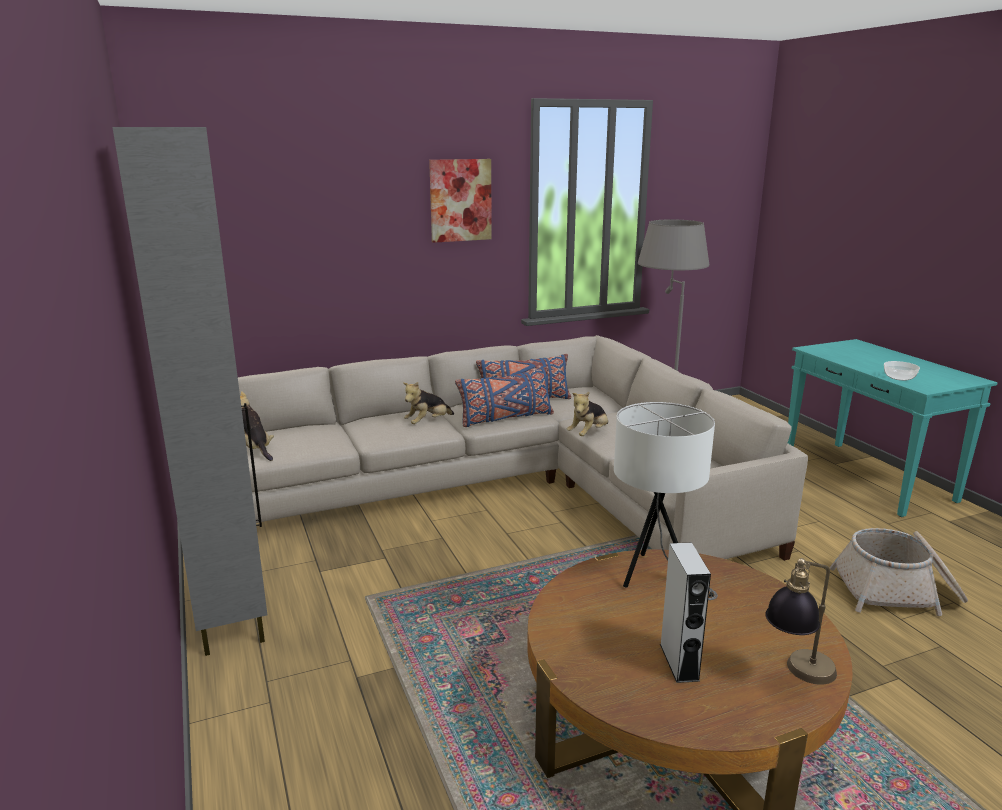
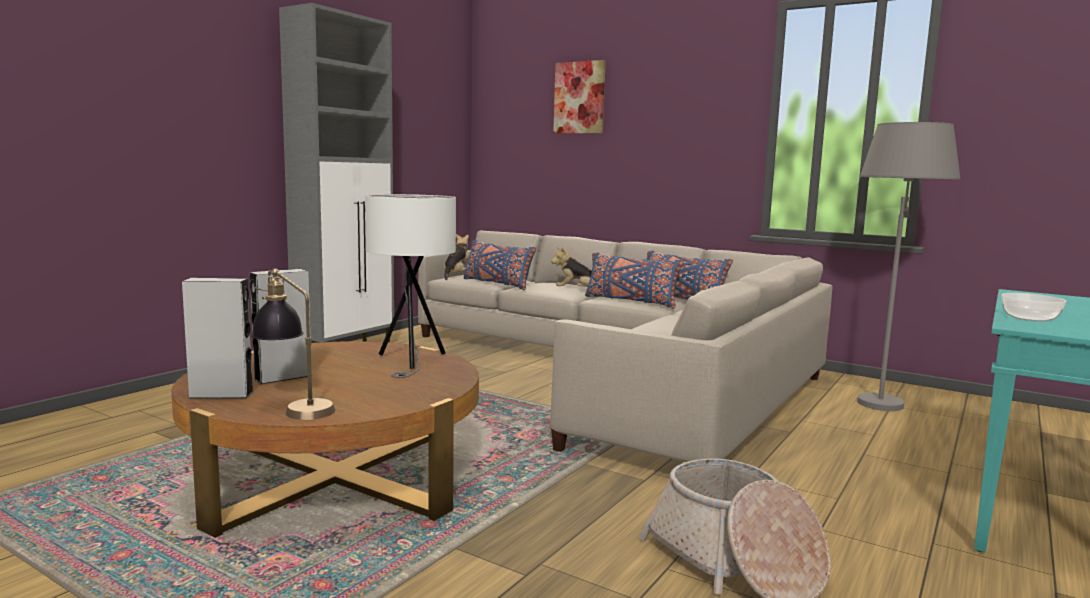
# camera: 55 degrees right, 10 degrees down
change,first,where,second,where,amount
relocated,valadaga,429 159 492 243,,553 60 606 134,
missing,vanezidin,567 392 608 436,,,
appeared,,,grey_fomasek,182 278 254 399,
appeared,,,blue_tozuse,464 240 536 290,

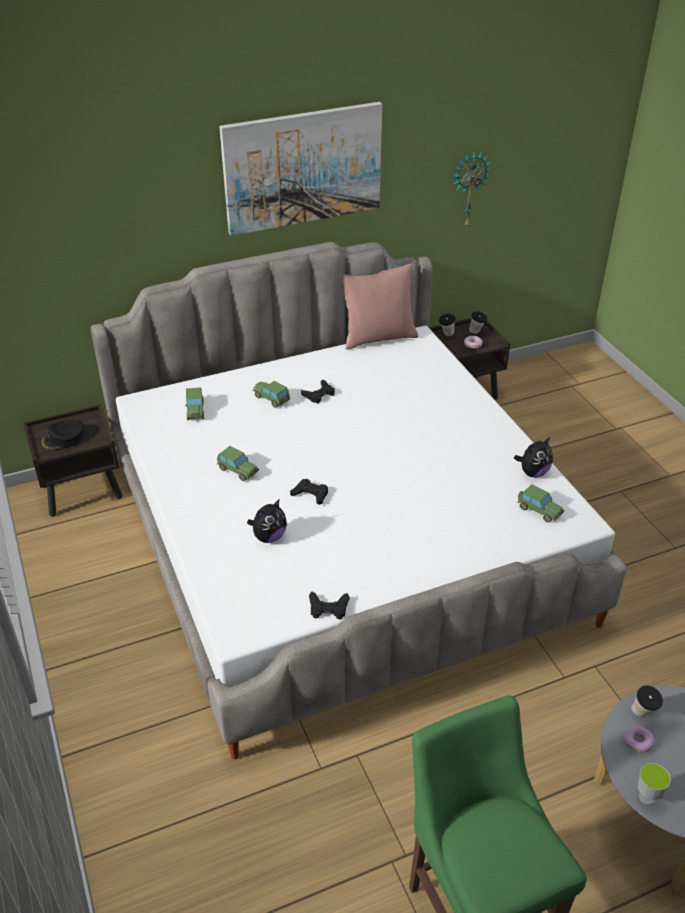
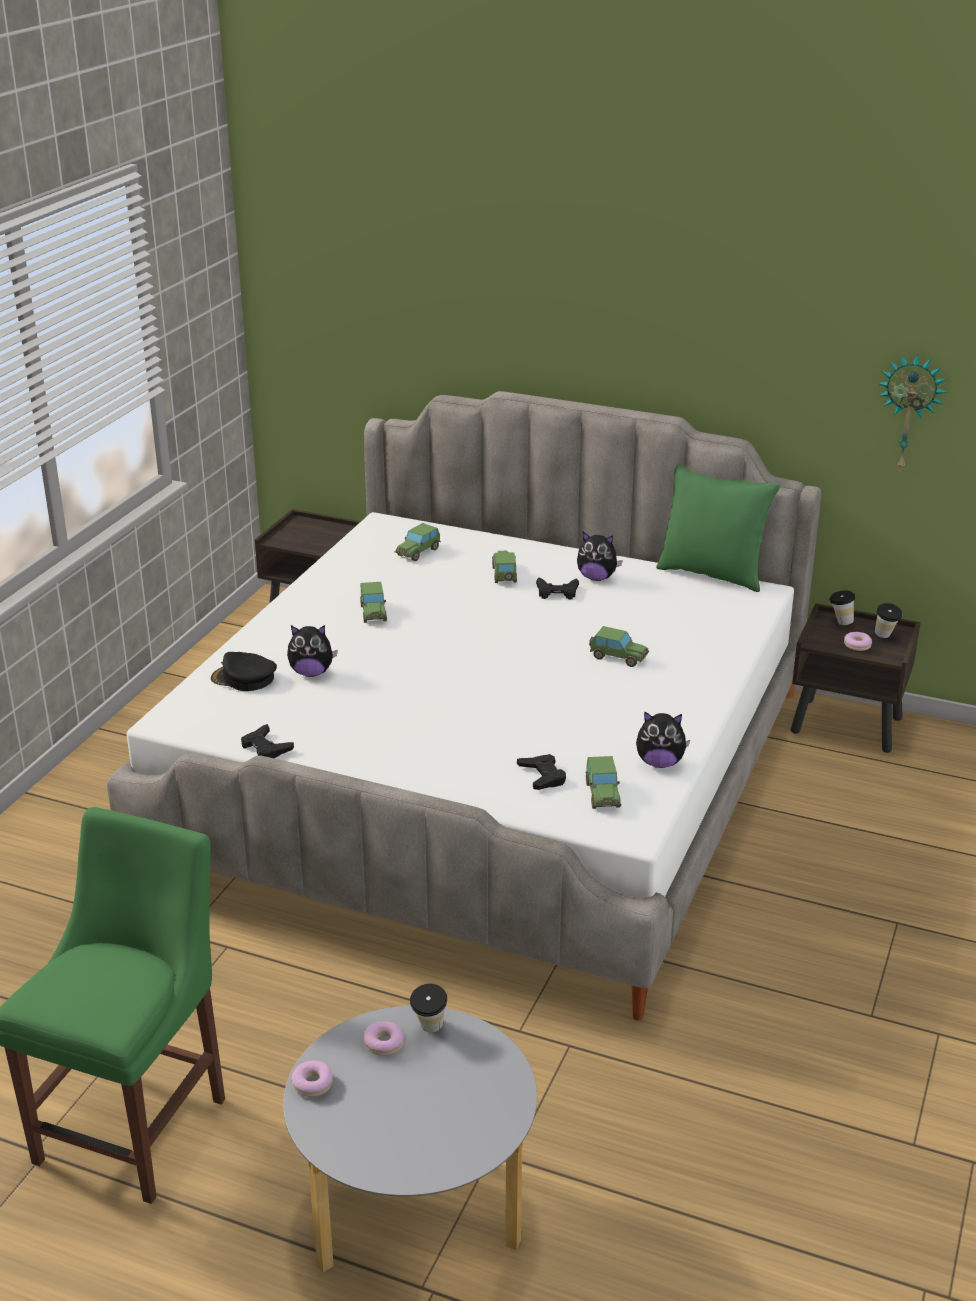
# camera: 45 degrees right, 10 degrees down
change,first,where,second,where,amount
relocated,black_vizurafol,40 420 85 450,,211 652 277 691,
missing,valadaga,219 102 382 236,,,
relocated,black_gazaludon,290 479 328 505,,517 754 566 790,
colour,pink_tozuse,342 263 419 350,green_tozuse,656 464 780 592,
exchanged,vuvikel,638 763 671 805,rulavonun,291 1061 332 1097,
appeared,,,vanezidin,577 532 623 581,
appeared,,,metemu,589 626 649 667,

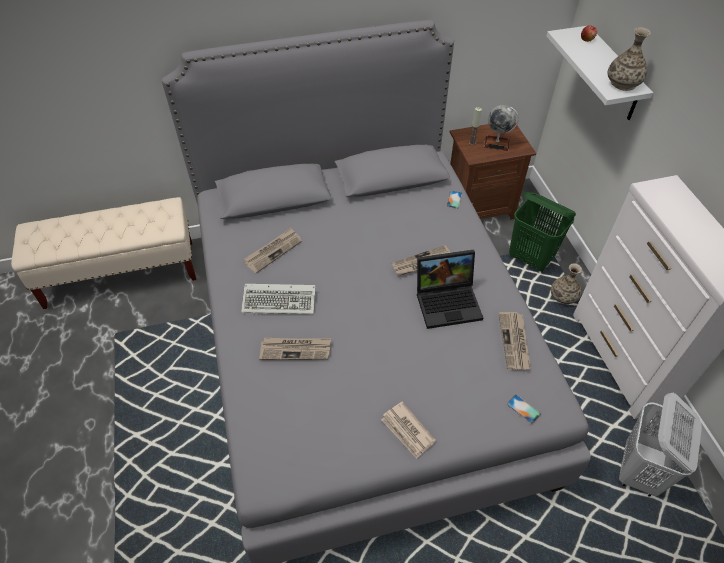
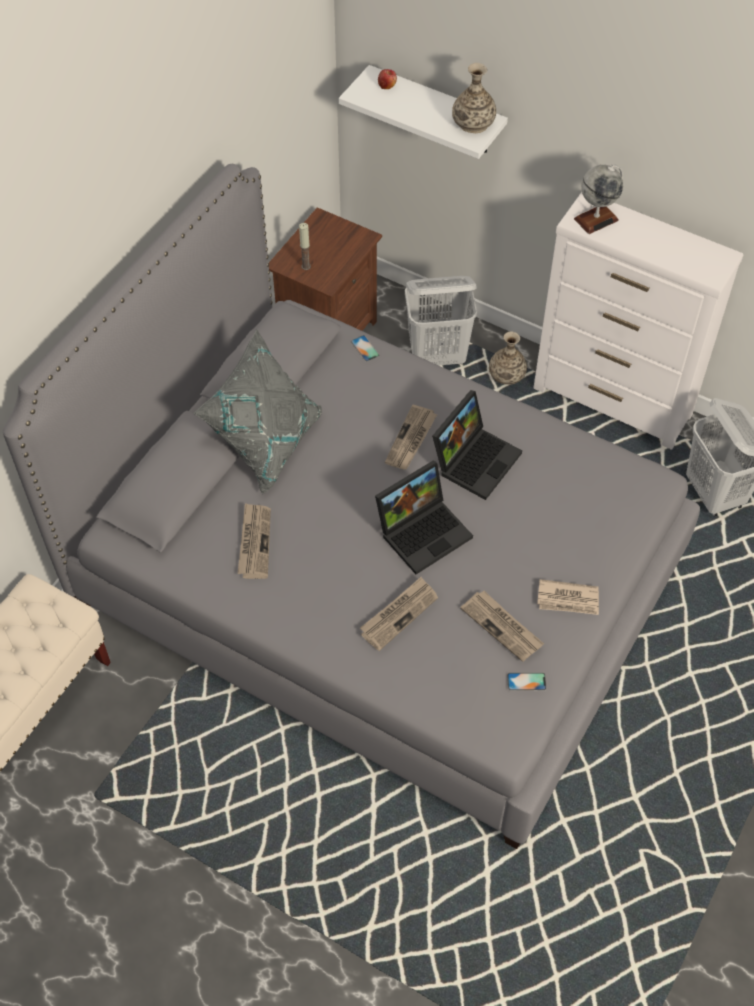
# camera: 45 degrees left, 5 degrees up
change,first,where,second,where,amount
missing,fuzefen,241 284 316 314,,,
relocated,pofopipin,484 105 519 151,,574 164 623 234,
relocated,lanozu,498 312 531 370,,460 591 544 662,
relocated,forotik,507 395 541 424,,507 673 546 691,
colour,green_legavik,509 192 576 272,white_legavik,405 276 477 365,
appeared,,,grey_tozuse,193 330 322 495,
appeared,,,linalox,375 460 473 574,

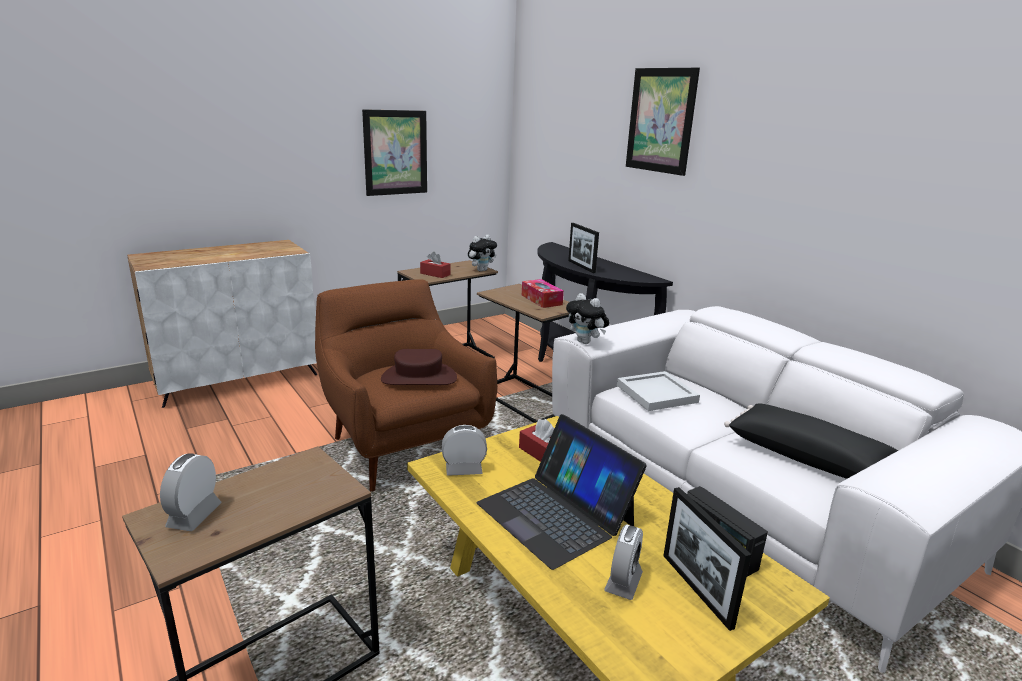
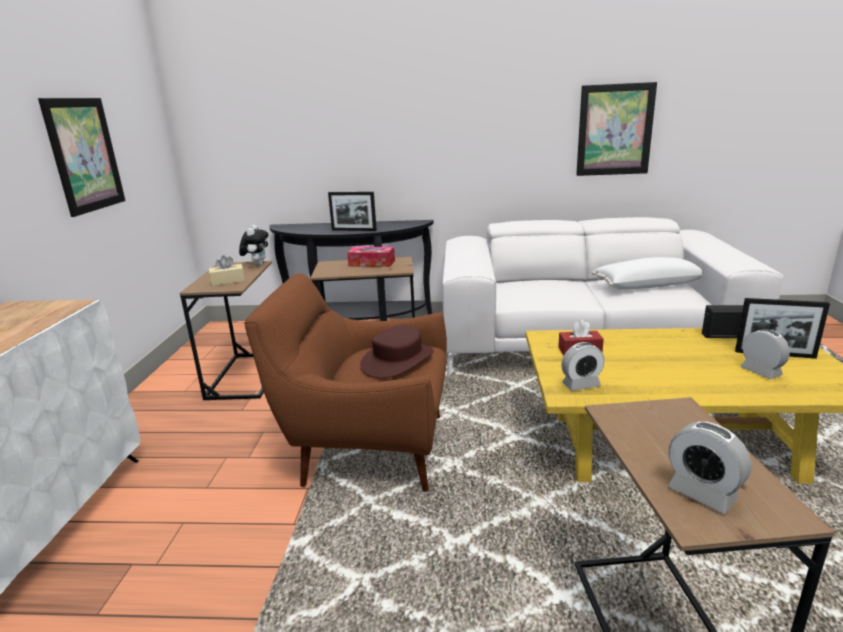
# camera: 50 degrees left, 0 degrees up
change,first,where,second,where,amount
colour,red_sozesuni,420 252 451 278,beige_sozesuni,209 255 245 286,
spun,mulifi,442 425 487 476,,562 342 604 391,135 degrees counterclockwise
missing,linalox,477 414 647 570,,,
missing,vanezidin,566 293 609 344,,,
missing,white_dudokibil,617 371 700 411,,,
relocated,valadaga,626 68 700 176,,576 82 657 176,
colour,black_tozuse,724 403 898 479,white_tozuse,592 257 702 290,

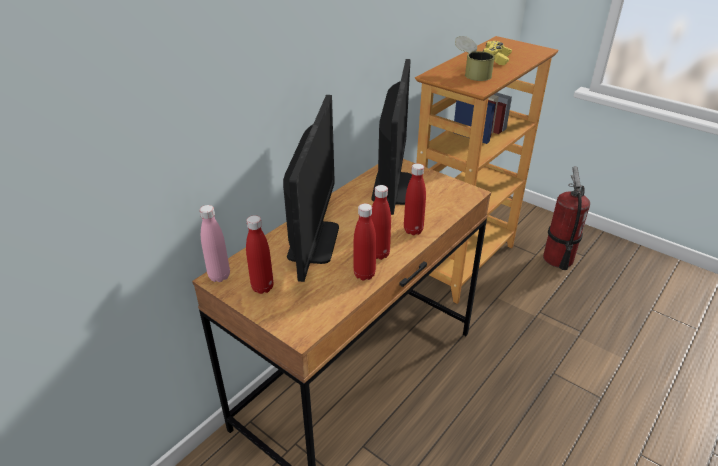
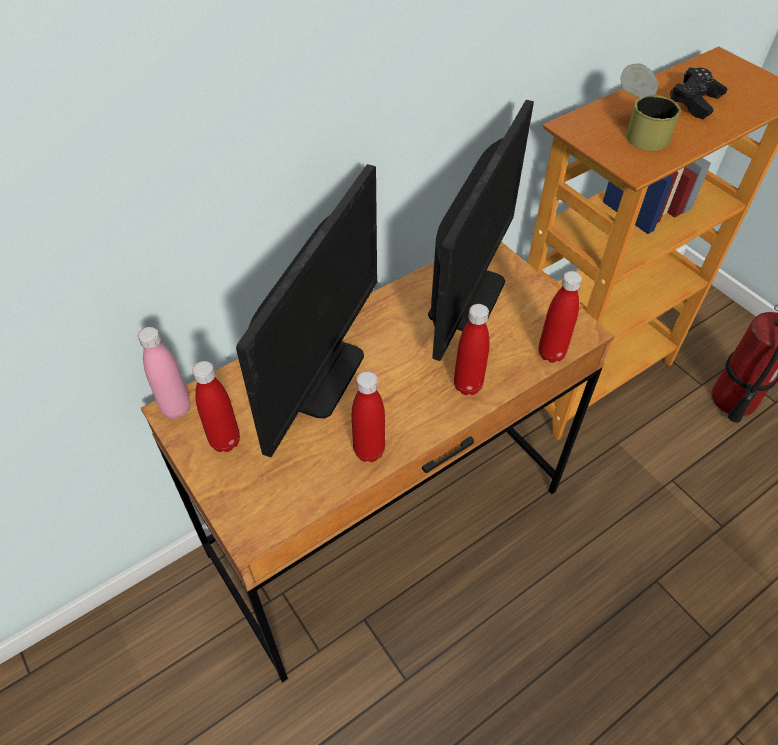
# camera: 15 degrees right, 15 degrees up
change,first,where,second,where,amount
relocated,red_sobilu,371 185 391 260,,539 271 582 363,
colour,yellow_gazaludon,483 41 512 65,black_gazaludon,670 68 728 120,

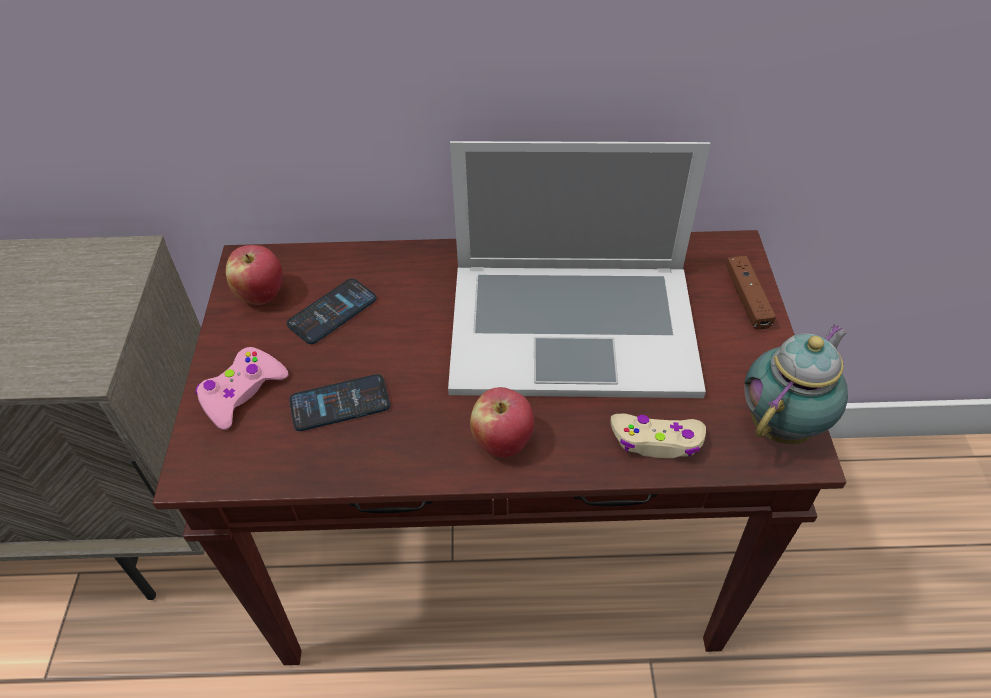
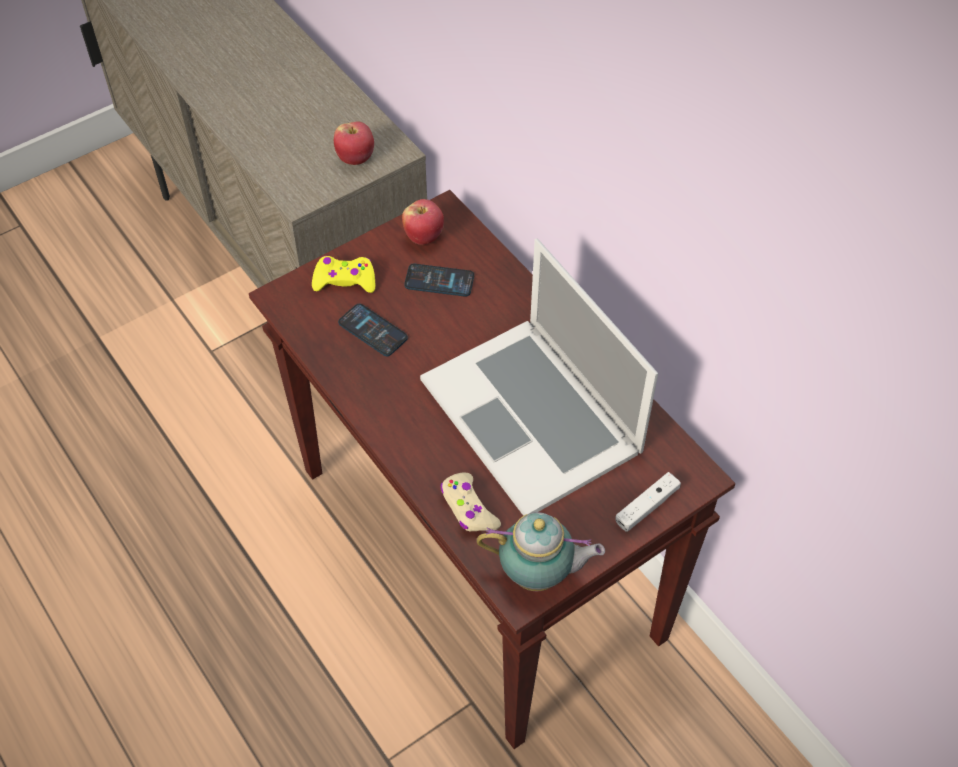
# camera: 55 degrees right, 5 degrees up
change,first,where,second,where,amount
colour,pink_gazaludon,196 347 288 430,yellow_gazaludon,312 256 375 293,
relocated,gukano,470 387 534 457,,334 122 374 165,
colour,brown_gazaludon,726 256 776 330,white_gazaludon,615 472 681 532,

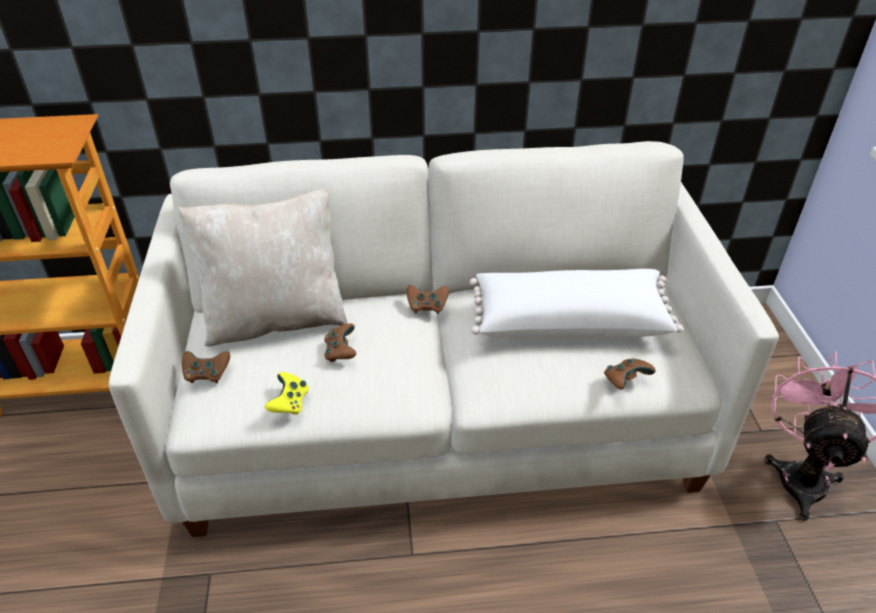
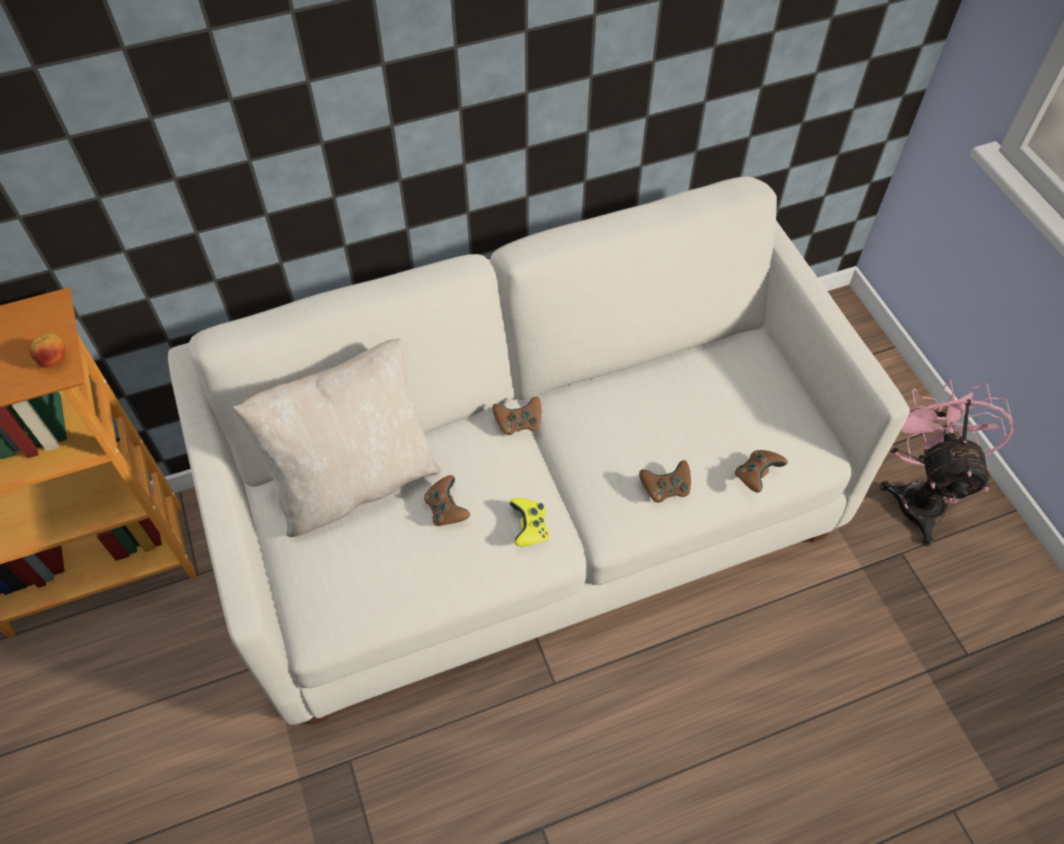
# camera: 15 degrees left, 15 degrees up
change,first,where,second,where,amount
relocated,brown_gazaludon,182 351 230 383,,639 460 691 503,
relocated,yellow_gazaludon,265 372 309 415,,509 498 550 546,
missing,white_tozuse,470 269 683 338,,,
appeared,,,gukano,29 333 66 367,

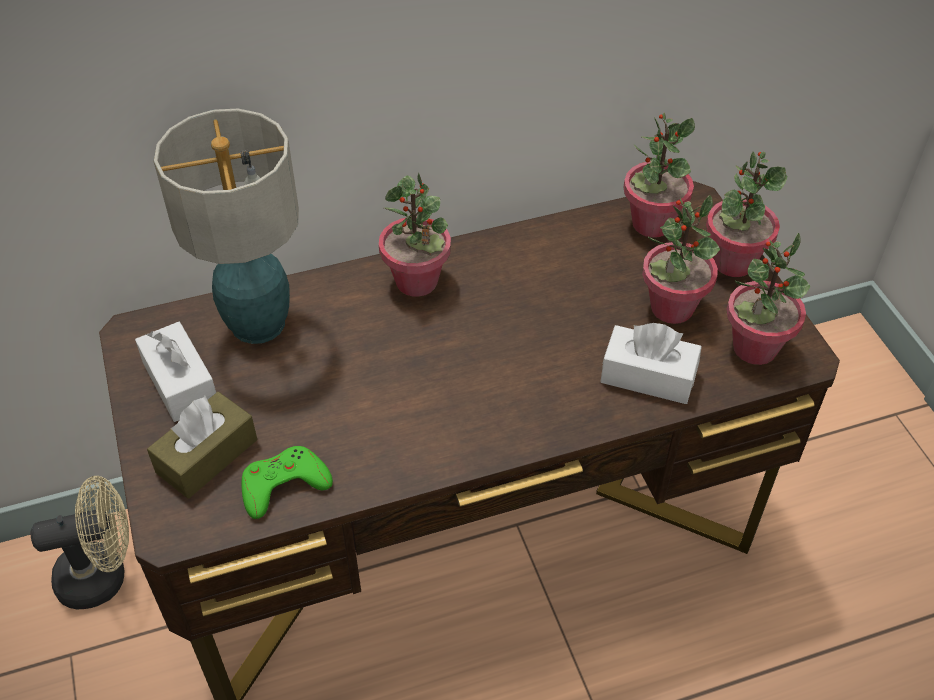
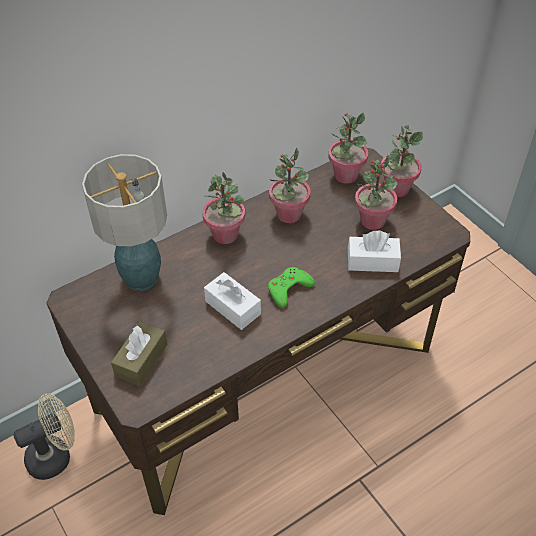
# camera: 15 degrees left, 0 degrees up
change,first,where,second,where,amount
relocated,white_sozesuni,135 322 216 422,,204 272 261 330,
relocated,green_gazaludon,241 446 333 519,,268 267 315 308,
relocated,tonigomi,726 233 810 365,,269 148 311 223,

